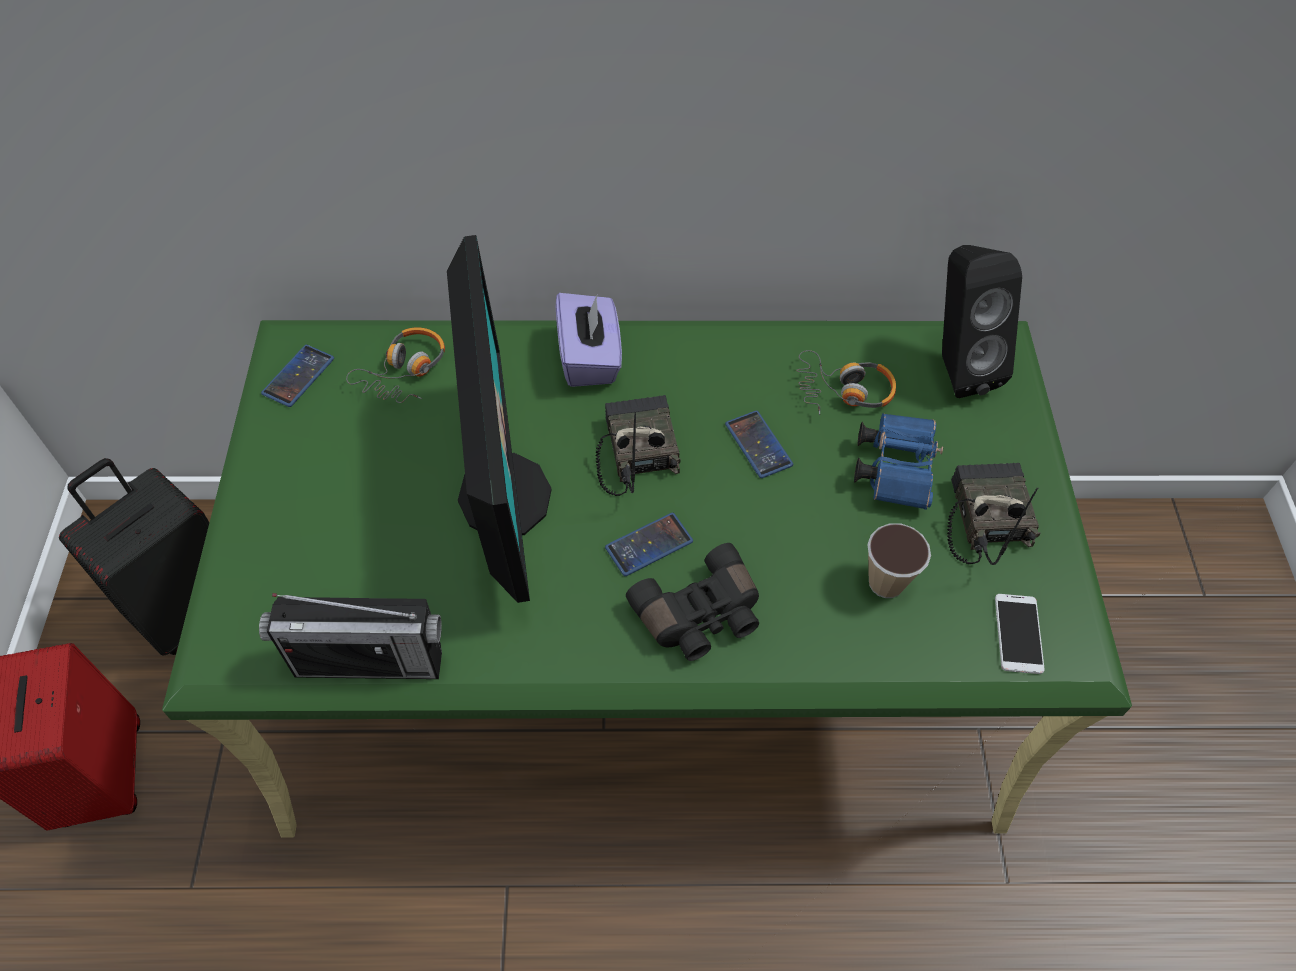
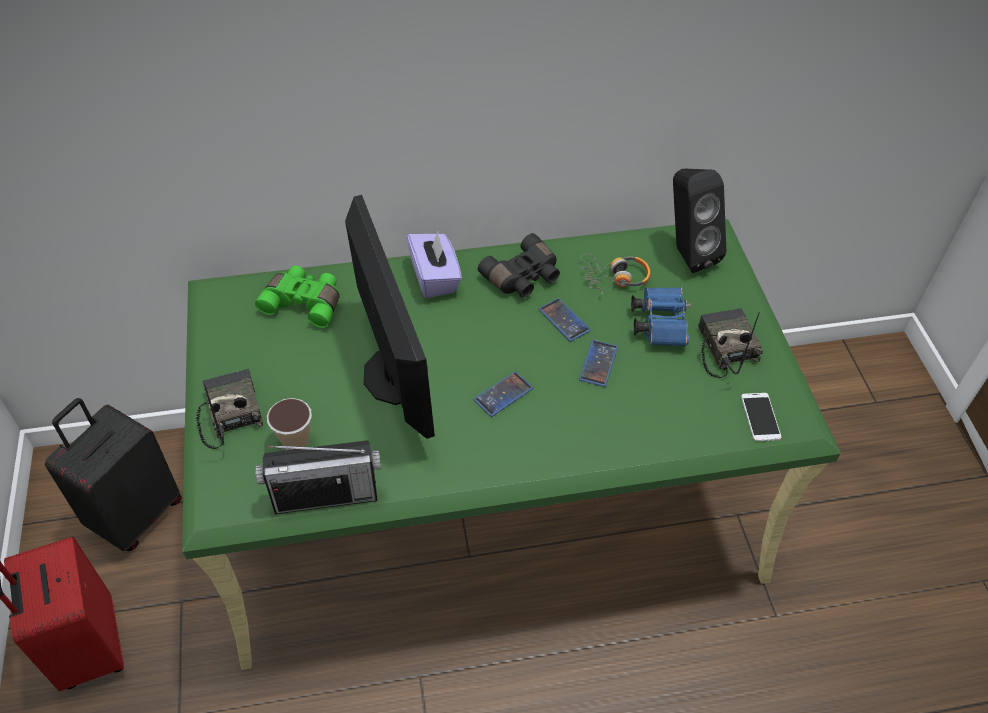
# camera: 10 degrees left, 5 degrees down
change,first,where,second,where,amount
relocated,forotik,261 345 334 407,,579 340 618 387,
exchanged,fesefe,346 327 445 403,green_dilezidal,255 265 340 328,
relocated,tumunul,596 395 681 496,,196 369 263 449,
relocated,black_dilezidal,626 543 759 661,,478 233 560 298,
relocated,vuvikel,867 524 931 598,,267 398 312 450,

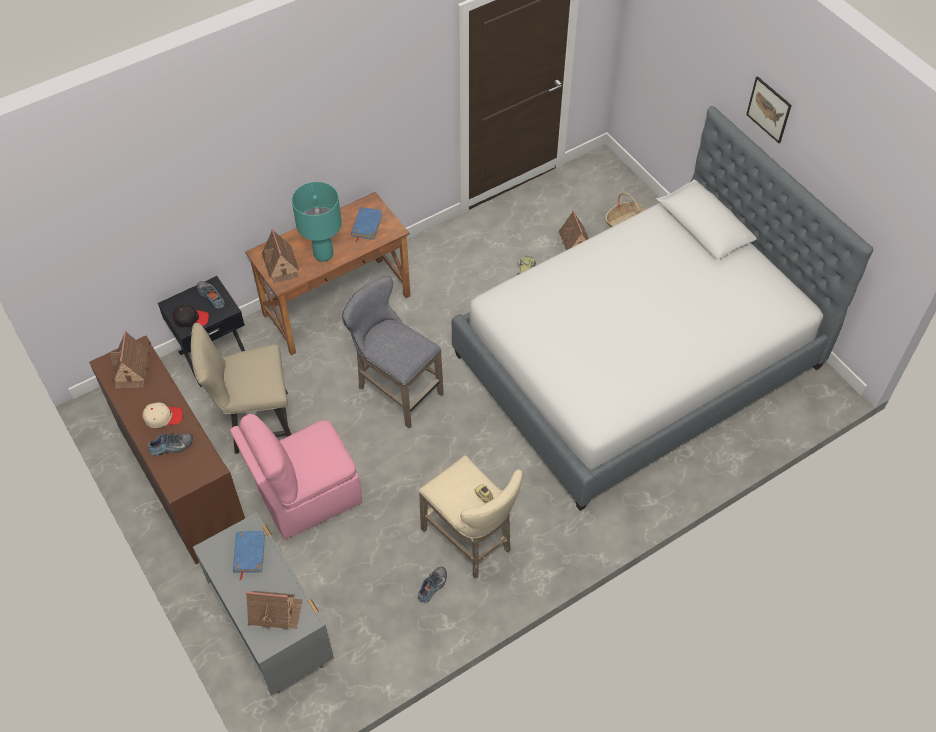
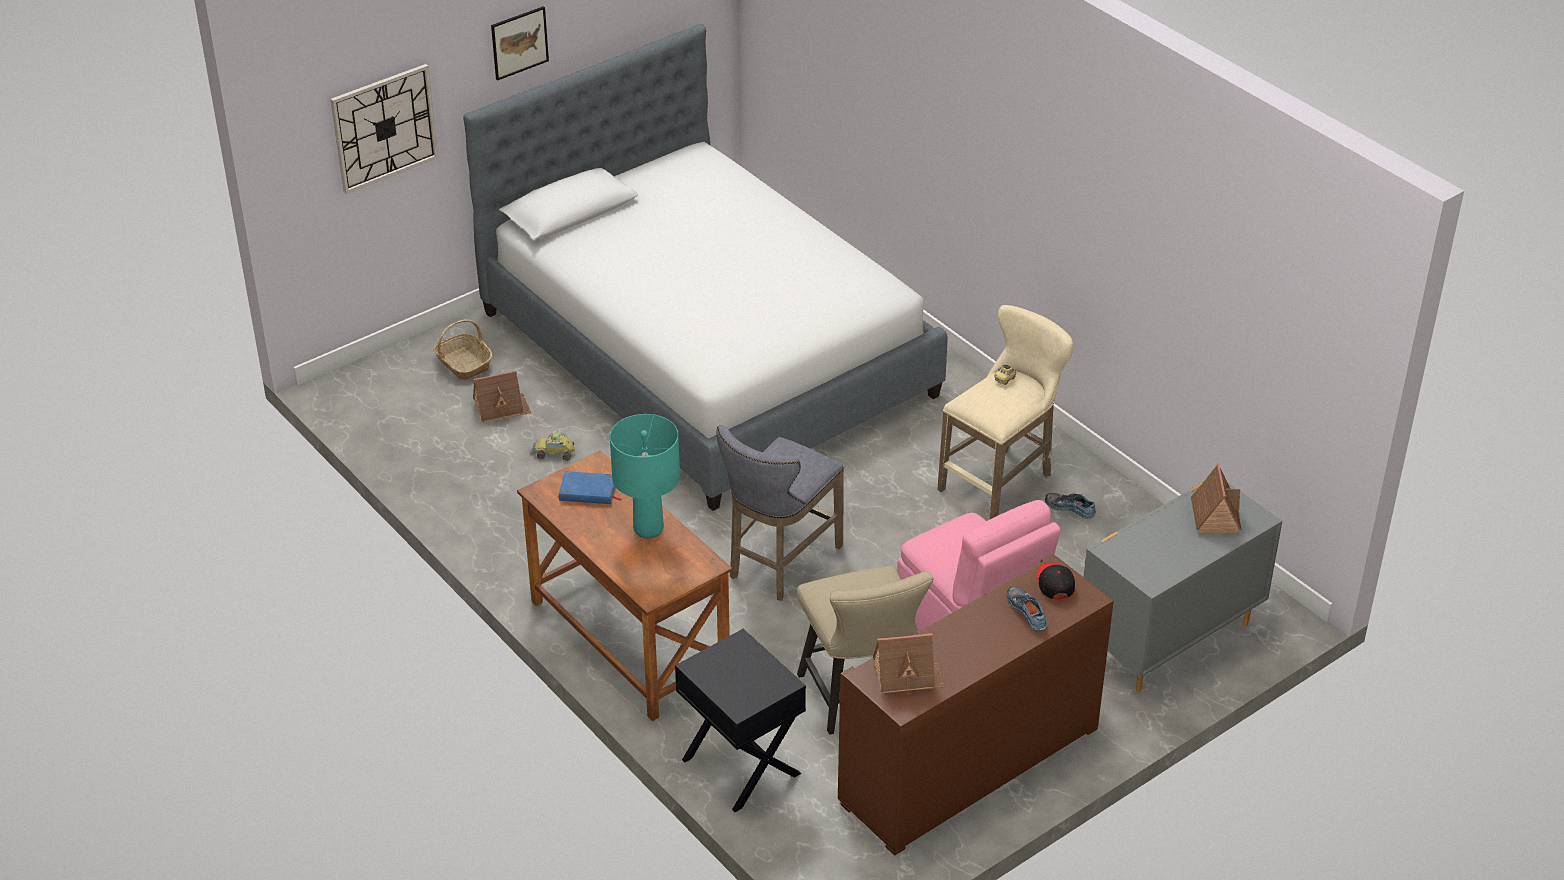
# camera: 95 degrees left, 15 degrees down
change,first,where,second,where,amount
missing,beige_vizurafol,142 402 183 428,,,
relocated,black_vizurafol,172 305 209 327,,1037 563 1075 599,
missing,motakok,197 281 225 309,,,
missing,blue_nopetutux,233 531 265 580,,,
missing,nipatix,262 229 299 283,,,
appeared,,,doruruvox,330 64 439 194,

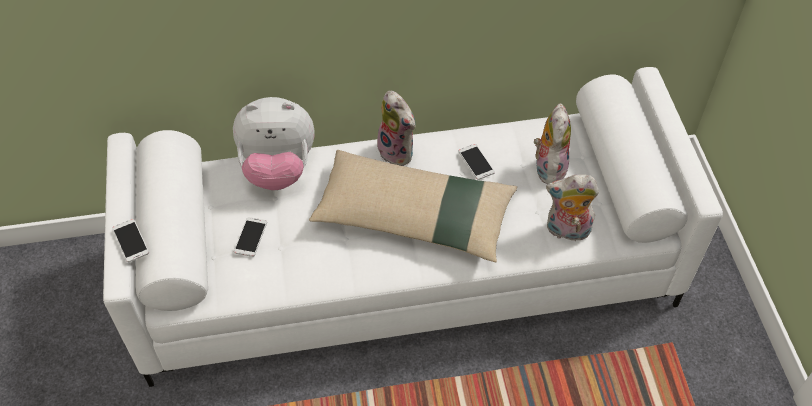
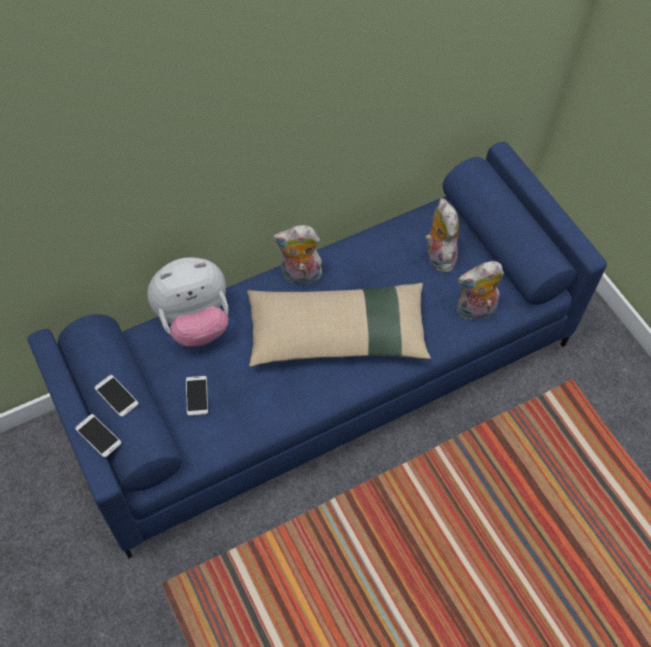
# camera: 20 degrees left, 5 degrees up
change,first,where,second,where,amount
colour,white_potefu,103 67 723 387,blue_potefu,27 142 607 558,
spun,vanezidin,377 91 415 166,,273 225 325 284,150 degrees clockwise
relocated,forotik,459 144 495 180,,94 375 139 417,

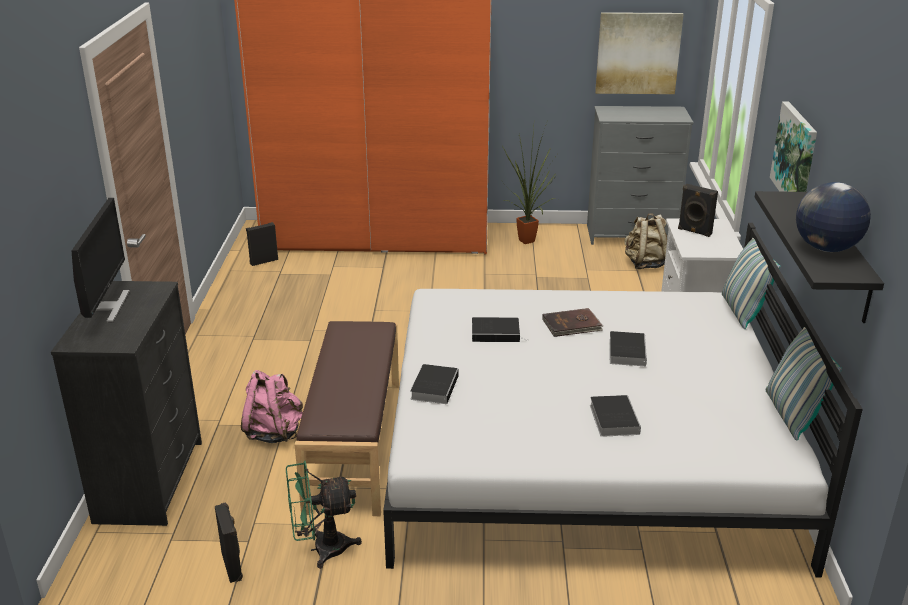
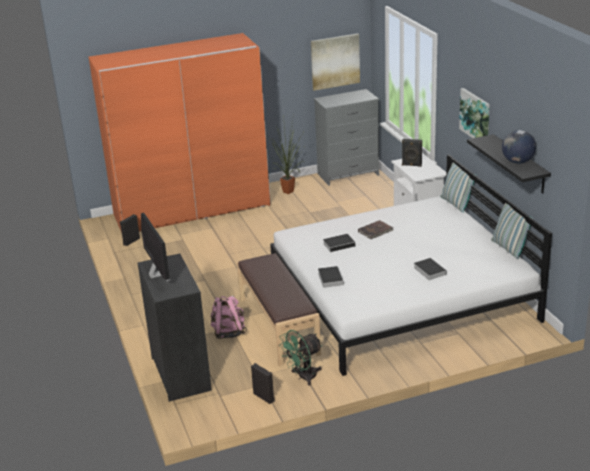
# camera: 20 degrees left, 0 degrees up
change,first,where,second,where,amount
missing,nopetutux,609 331 647 366,,,
missing,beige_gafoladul,624 213 667 269,,,

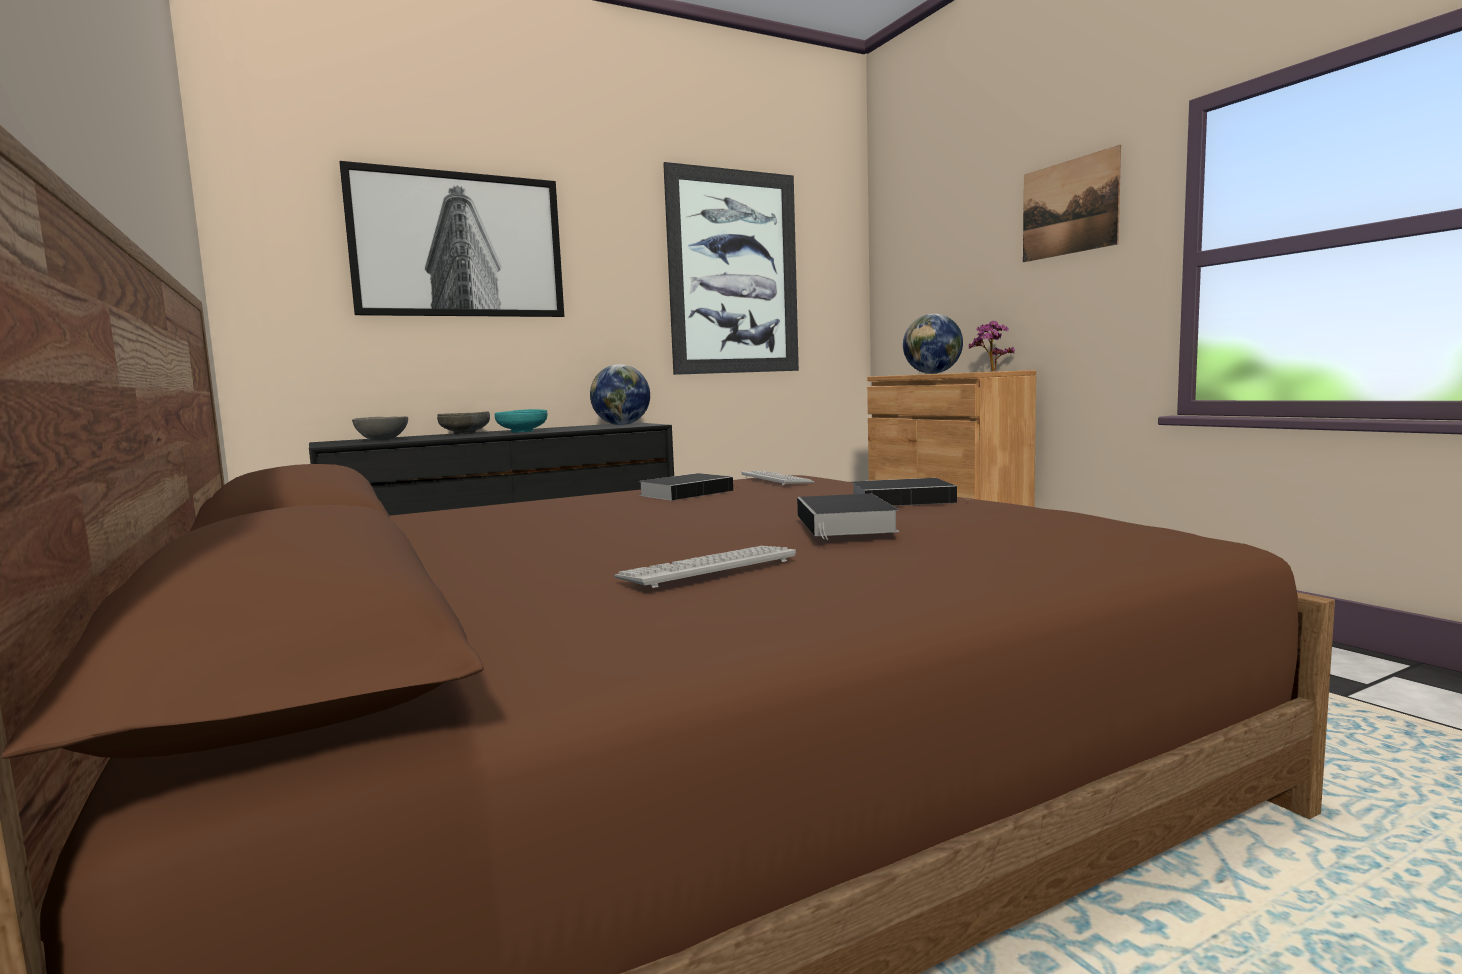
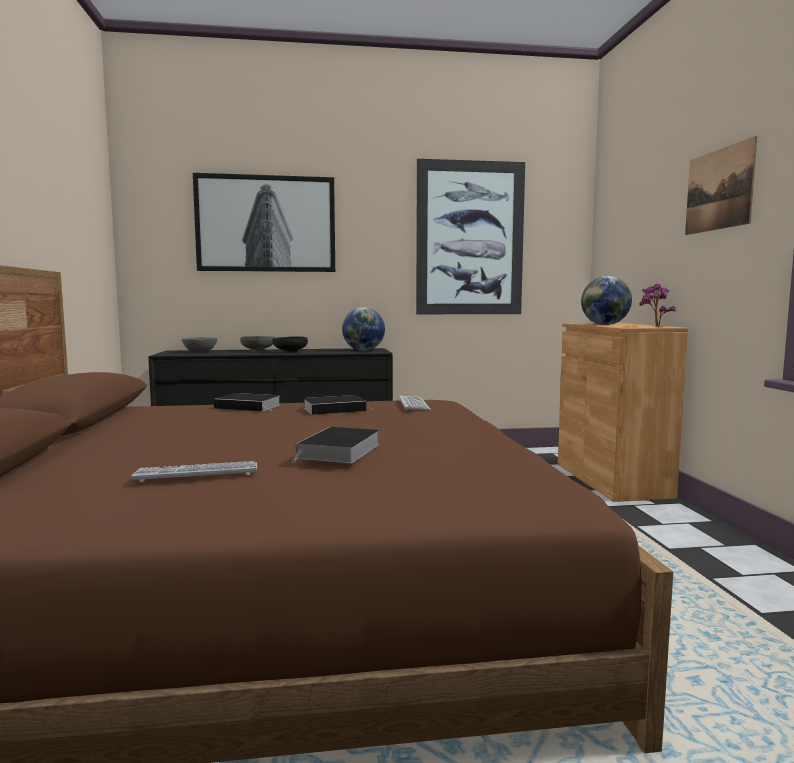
# camera: 20 degrees right, 0 degrees up
change,first,where,second,where,amount
colour,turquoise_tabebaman,495 409 547 433,black_tabebaman,273 336 308 353,
relocated,nopetutux,852 478 973 506,,214 393 281 412,

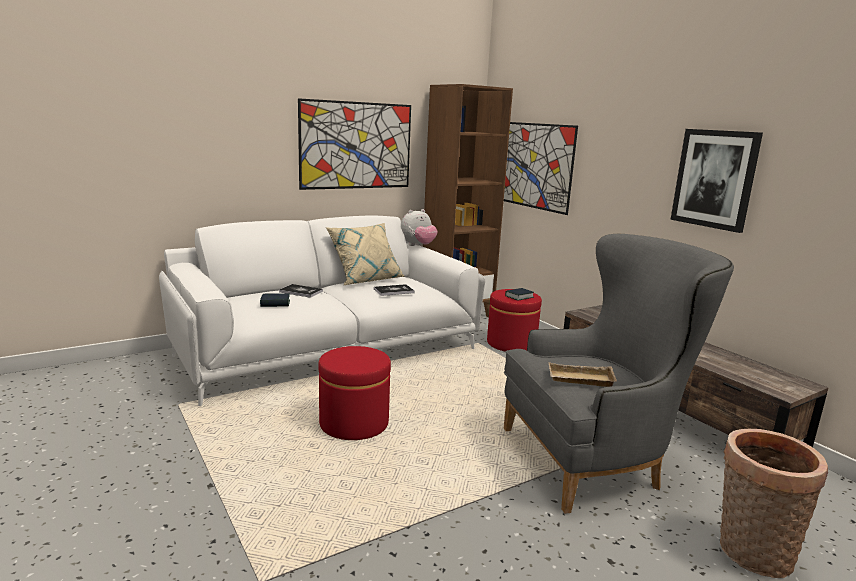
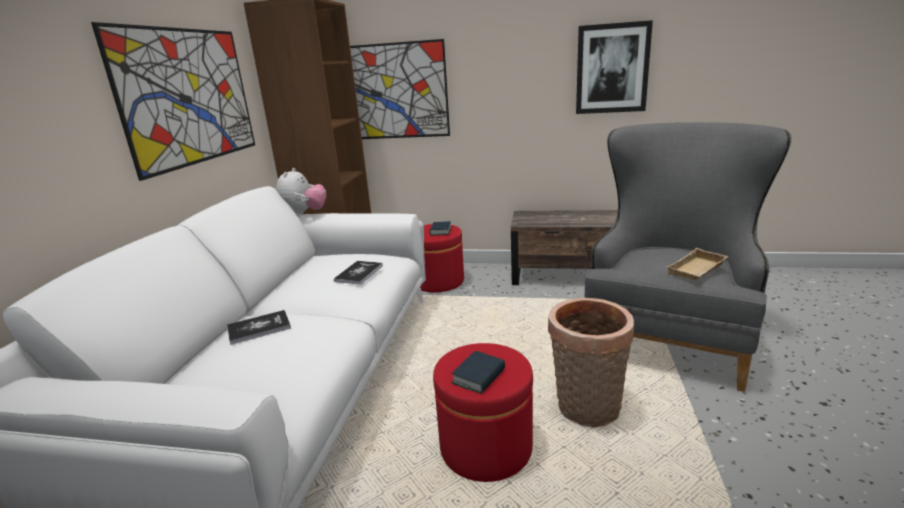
# camera: 45 degrees left, 5 degrees up
change,first,where,second,where,amount
relocated,nopetutux,260 293 290 307,,451 351 505 394,
missing,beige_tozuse,325 223 405 285,,,
relocated,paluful,720 429 828 578,,548 298 634 428,

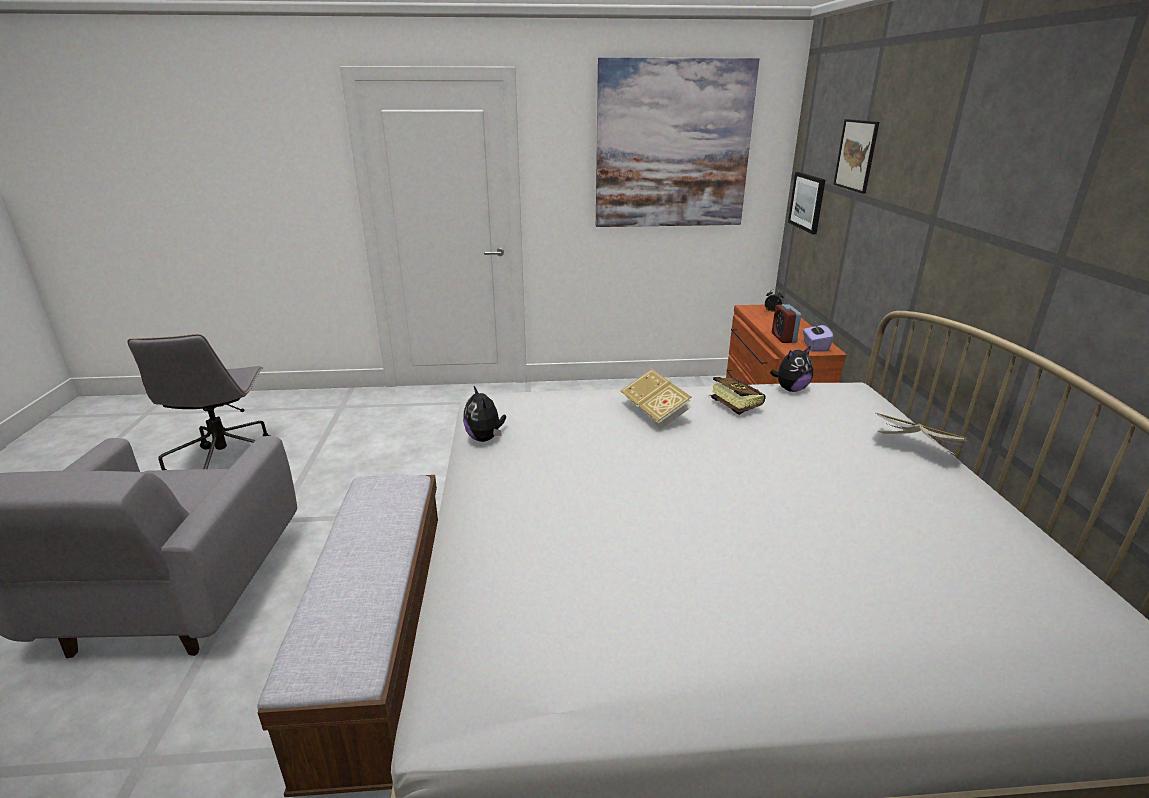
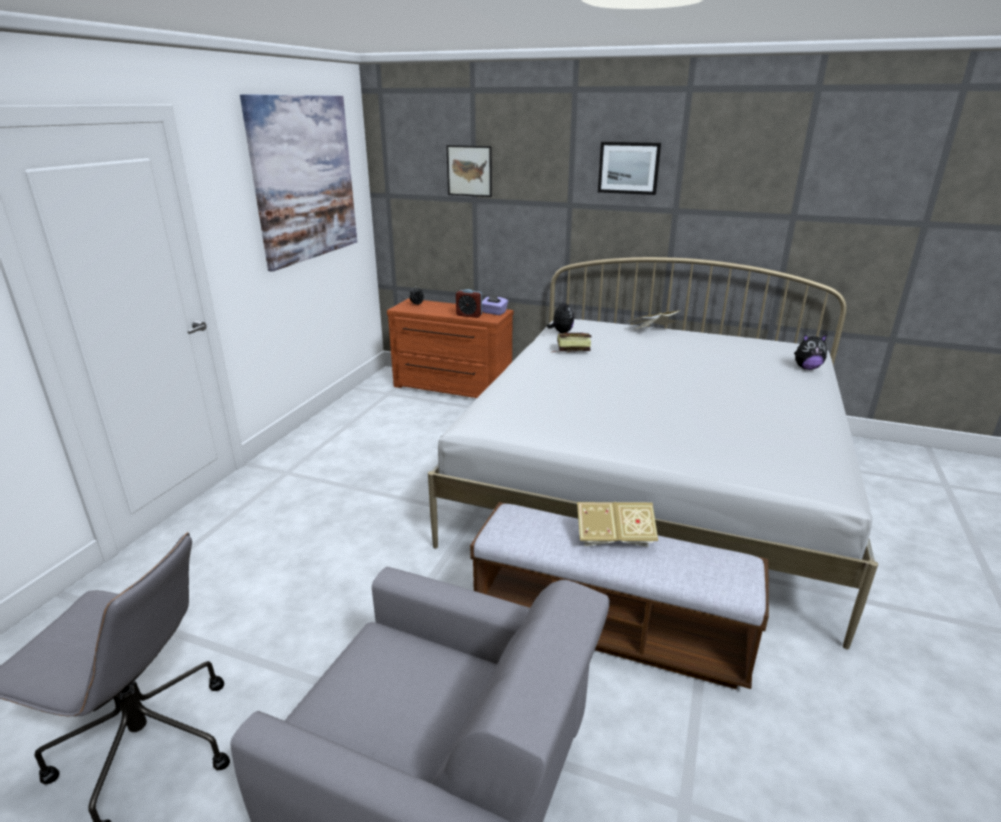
# camera: 65 degrees left, 0 degrees up
change,first,where,second,where,amount
relocated,vanezidin,463 386 506 442,,794 335 827 370,
relocated,nopetutux,621 369 692 429,,577 502 658 547,
relocated,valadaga,788 172 825 234,,598 142 661 195,

